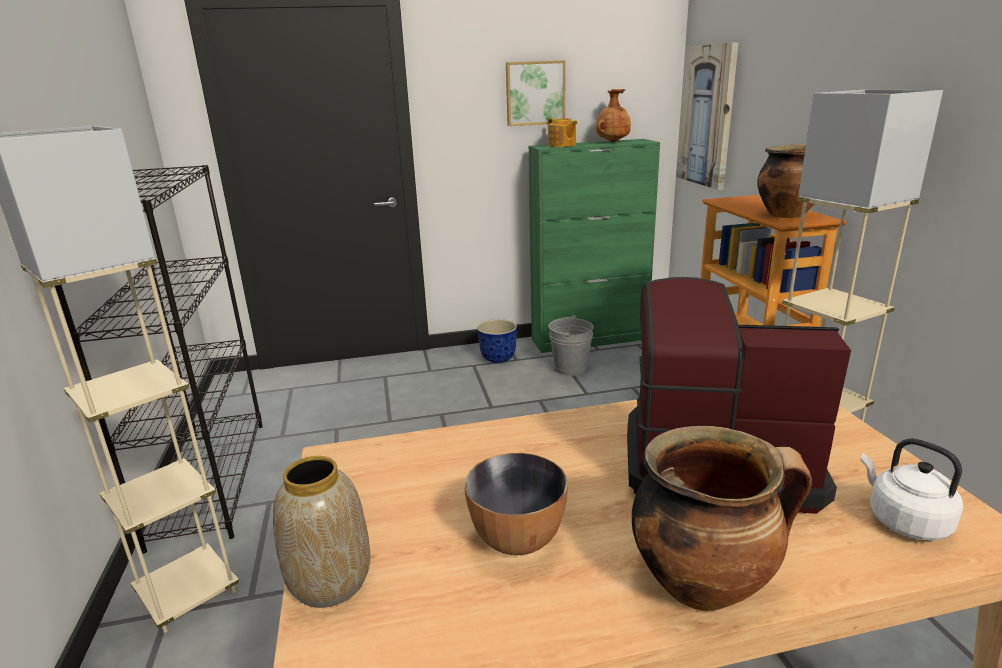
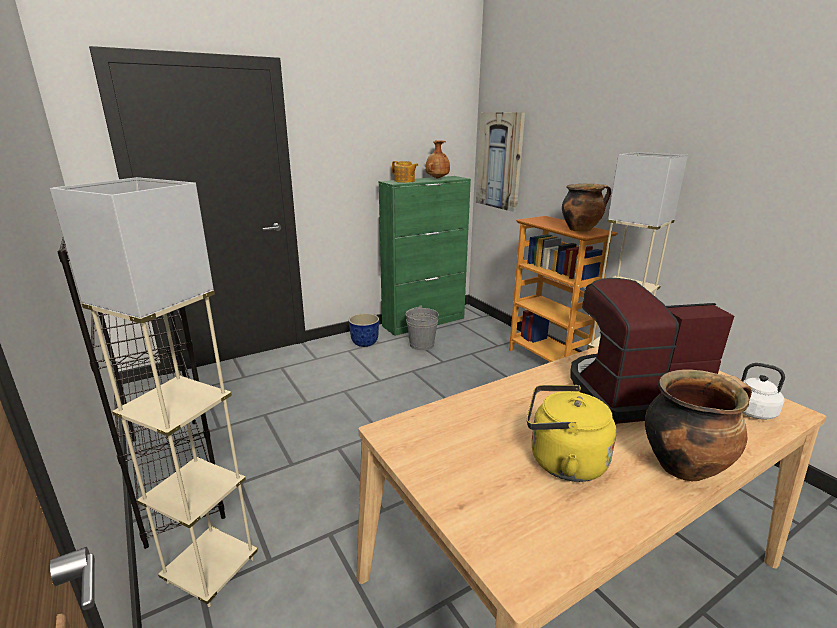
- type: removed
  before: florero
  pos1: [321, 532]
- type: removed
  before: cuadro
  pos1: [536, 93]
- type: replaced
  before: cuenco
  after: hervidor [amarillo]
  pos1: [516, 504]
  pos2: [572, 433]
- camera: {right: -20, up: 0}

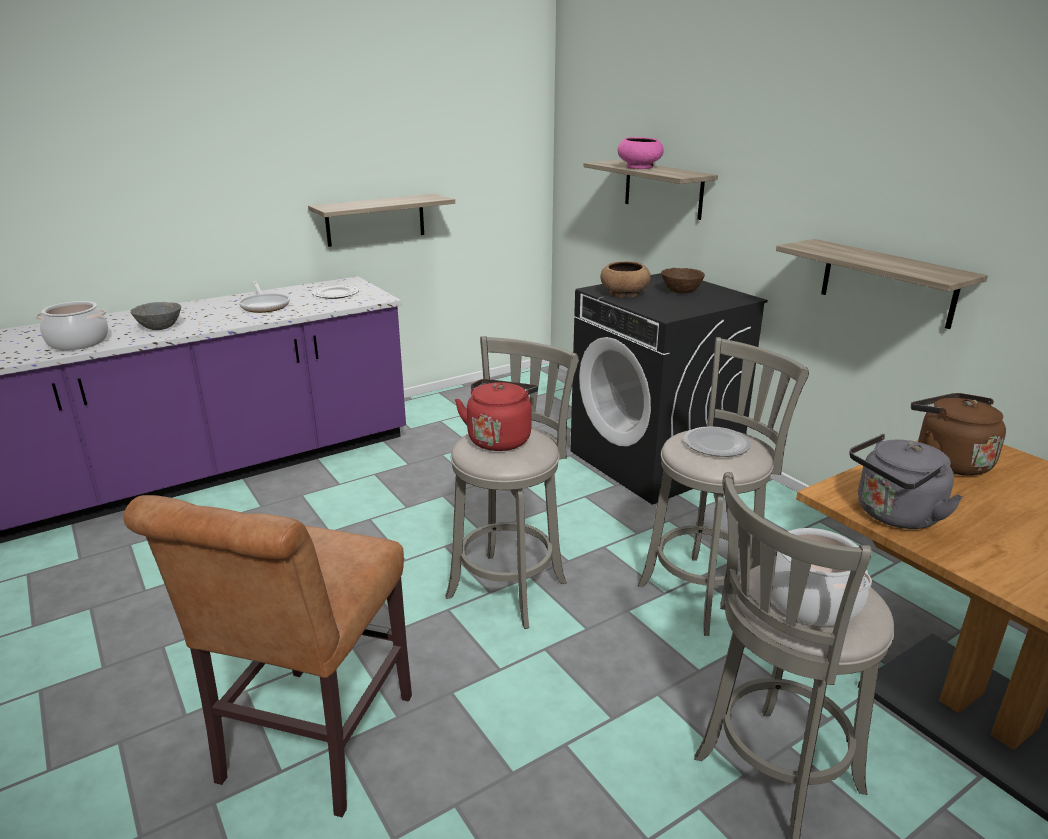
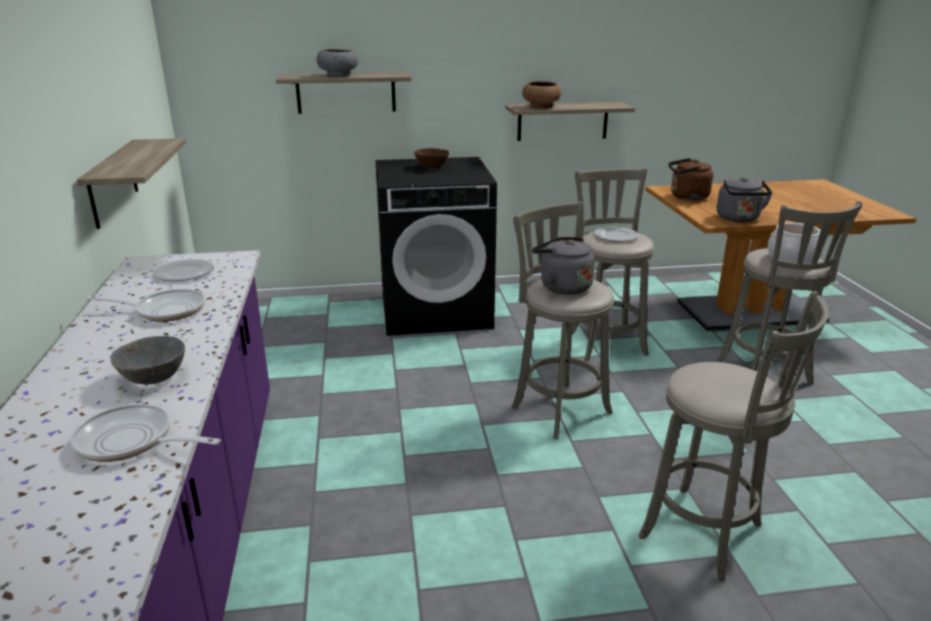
- type: moved
  before: cuenco [marrón]
  pos1: [625, 279]
  pos2: [541, 95]
- type: replaced
  before: olla
  after: sartén
  pos1: [72, 325]
  pos2: [145, 433]
- type: replaced
  before: silla [marrón]
  after: taburete [gris]
  pos1: [268, 656]
  pos2: [733, 435]
- type: recoloured
  before: hervidor [rojo]
  after: hervidor [gris]
  pos1: [496, 415]
  pos2: [563, 266]
- type: recoloured
  before: cuenco [rosa]
  after: cuenco [gris]
  pos1: [641, 153]
  pos2: [337, 63]
- camera: {right: -65, up: 0}

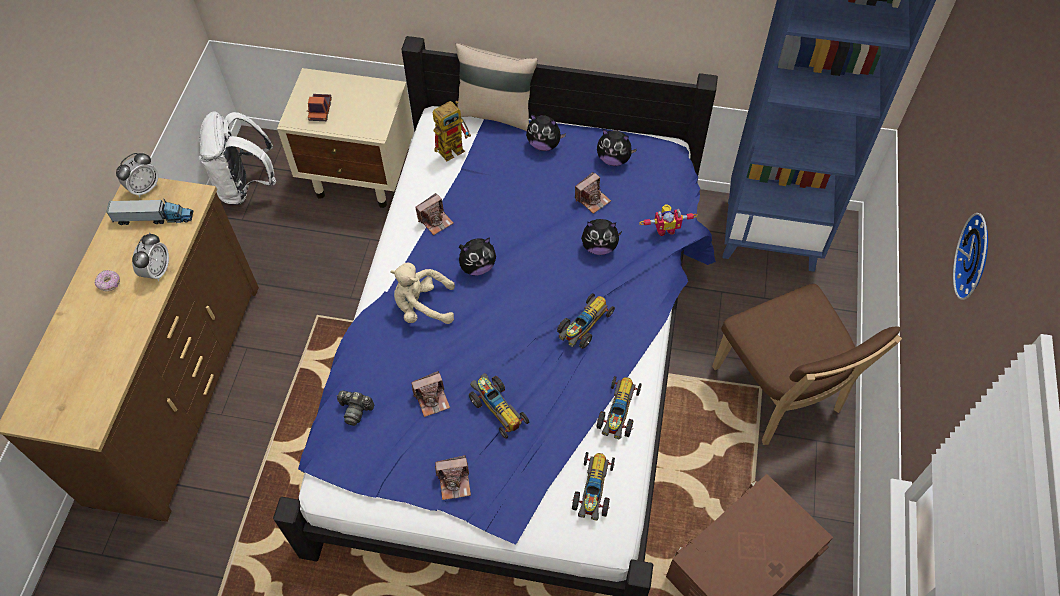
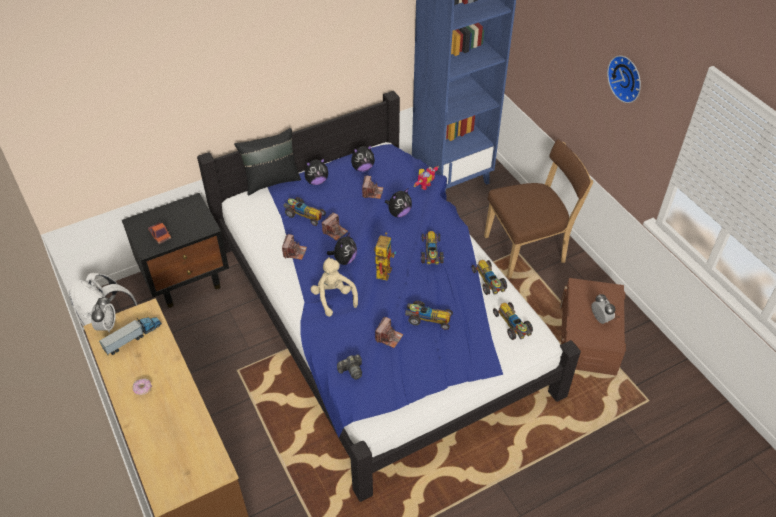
- type: added
  after: coche de juguete
  pos2: [305, 211]
- type: moved
  before: despertador
  pos1: [150, 257]
  pos2: [603, 309]
- type: moved
  before: robot de juguete
  pos1: [452, 131]
  pos2: [385, 256]
- type: moved
  before: cámara
  pos1: [453, 477]
  pos2: [335, 226]
- type: recoloured
  before: mesita de noche [beis]
  after: mesita de noche [negro]
  pos1: [345, 138]
  pos2: [175, 250]
- type: recoloured
  before: cojín [beis]
  after: cojín [negro]
  pos1: [497, 87]
  pos2: [267, 162]
- type: turned
  before: peluche [beis]
  pos1: [422, 293]
  pos2: [334, 287]
  turn: 105
- type: turned
  before: silla [marrón]
  pos1: [807, 364]
  pos2: [538, 208]
  turn: -45
- camera: {right: -40, up: -10}

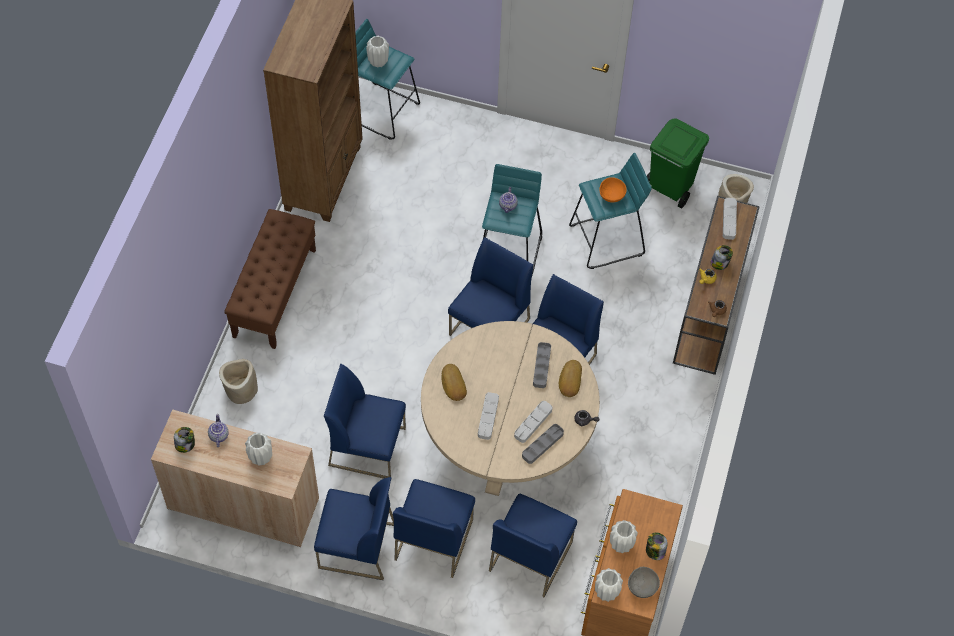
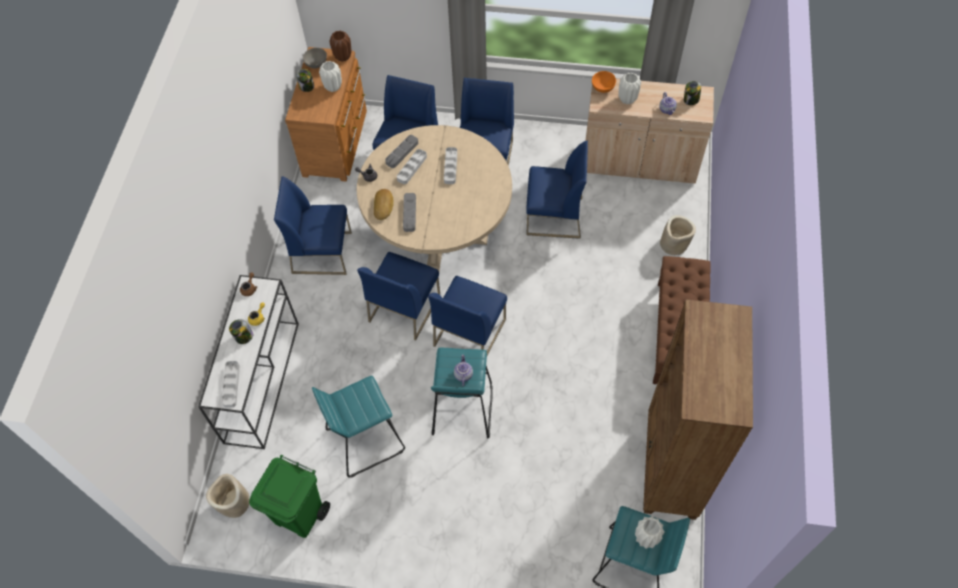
- type: removed
  before: pan
  pos1: [454, 382]
- type: moved
  before: silla [azul]
  pos1: [354, 528]
  pos2: [313, 225]
- type: moved
  before: cuenco [naranja]
  pos1: [613, 190]
  pos2: [604, 82]
- type: recoloured
  before: florero [blanco]
  after: florero [marrón]
  pos1: [609, 585]
  pos2: [340, 46]
- type: recoloured
  before: mesa consola [marrón]
  after: mesa consola [blanco]
  pos1: [716, 285]
  pos2: [248, 362]
- camera: {right: 175, up: 0}

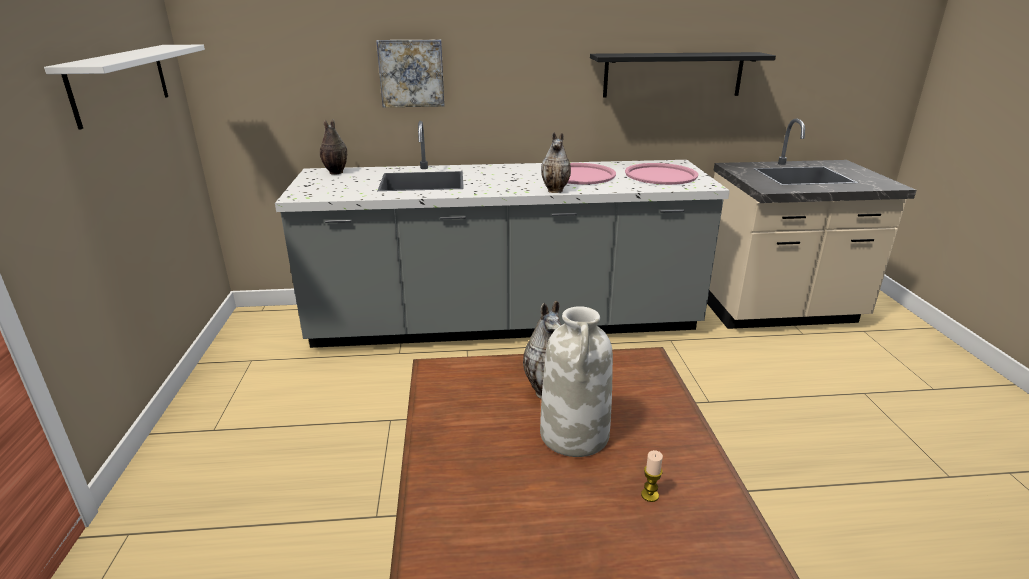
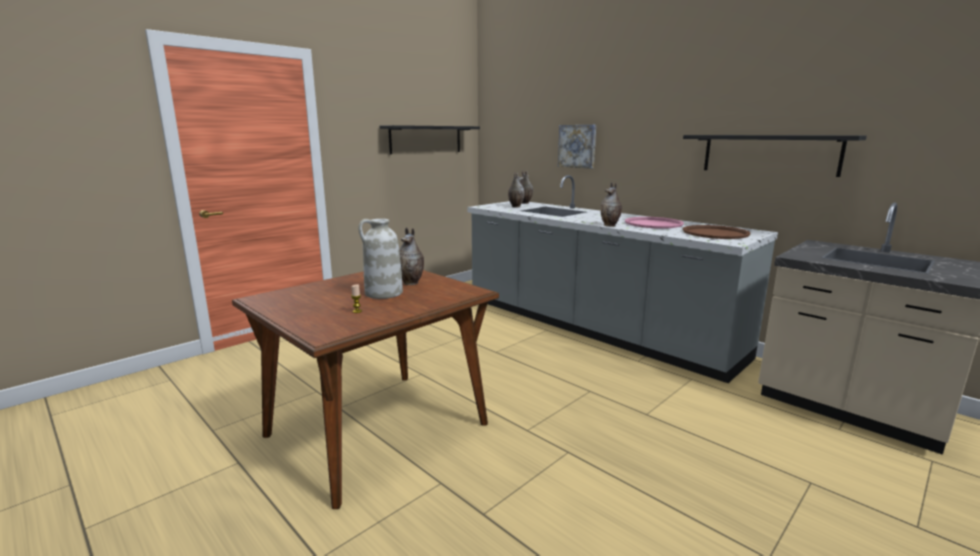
- type: added
  after: florero
  pos2: [516, 190]
- type: recoloured
  before: estante [blanco]
  after: estante [negro]
  pos1: [124, 87]
  pos2: [429, 139]
- type: recoloured
  before: bandeja [rosa]
  after: bandeja [marrón]
  pos1: [661, 174]
  pos2: [716, 232]
- camera: {right: 50, up: -10}

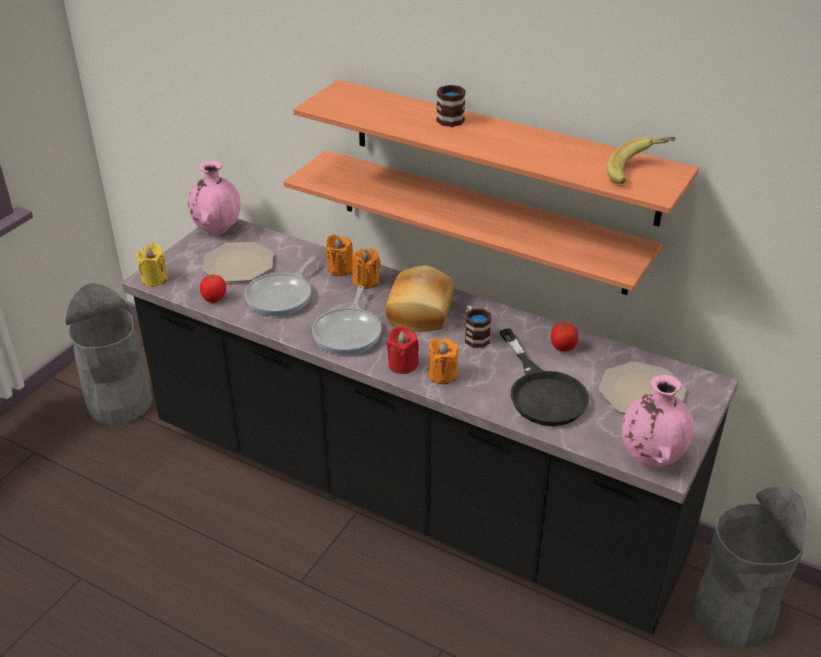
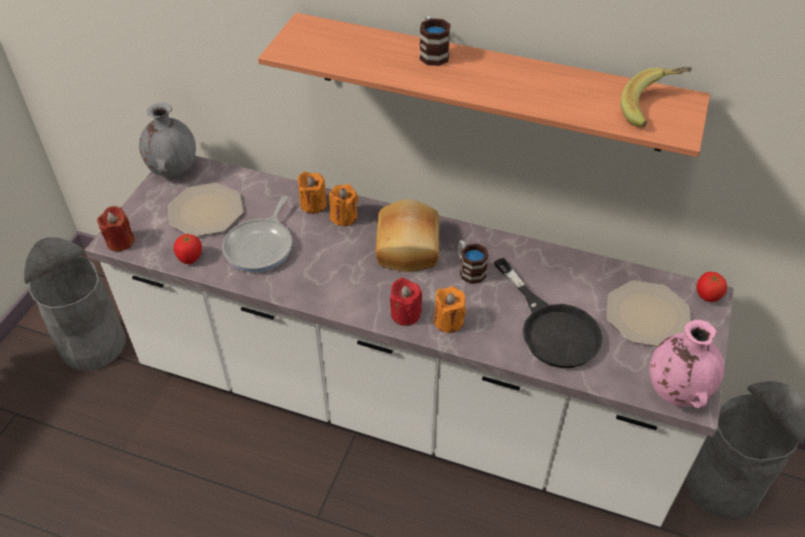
- type: removed
  before: estante
  pos1: [473, 222]
- type: removed
  before: sartén
  pos1: [347, 320]
- type: moved
  before: tomate
  pos1: [564, 337]
  pos2: [711, 287]
- type: recoloured
  before: mueble bajo de cocina [negro]
  after: mueble bajo de cocina [blanco]
  pos1: [430, 426]
  pos2: [409, 341]
- type: recoloured
  before: vela [amarillo]
  after: vela [rojo]
  pos1: [152, 265]
  pos2: [116, 228]
- type: recoloured
  before: florero [rosa]
  after: florero [gris]
  pos1: [214, 198]
  pos2: [167, 141]
- camera: {right: -10, up: 10}

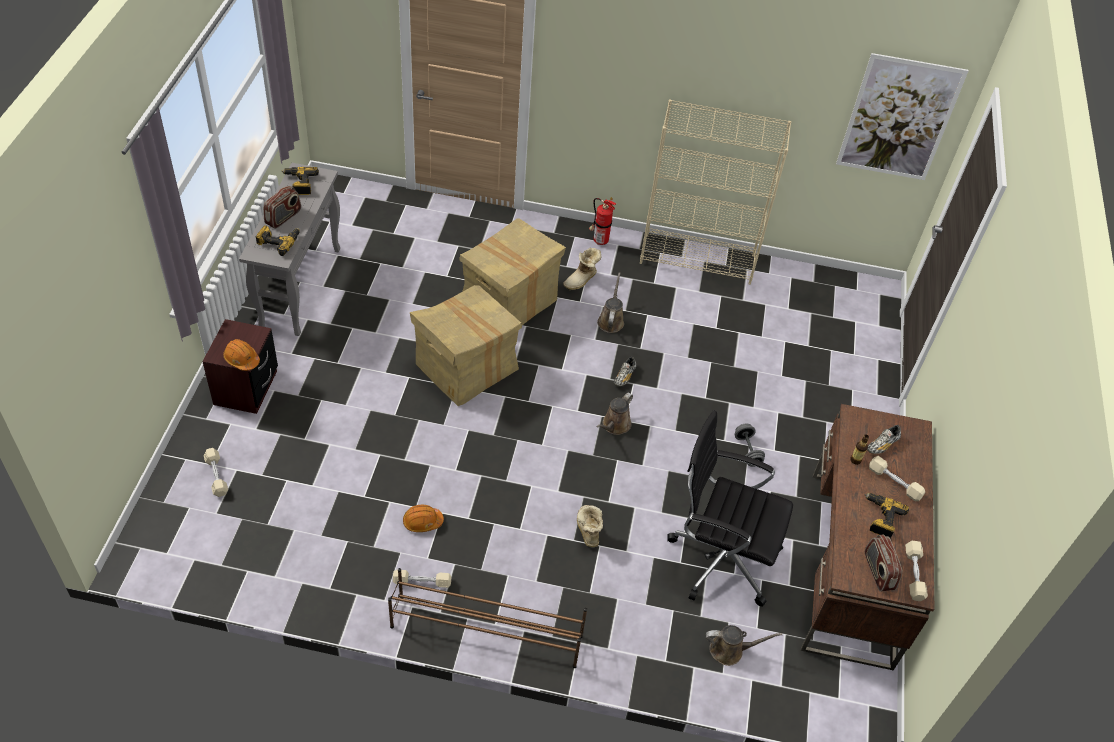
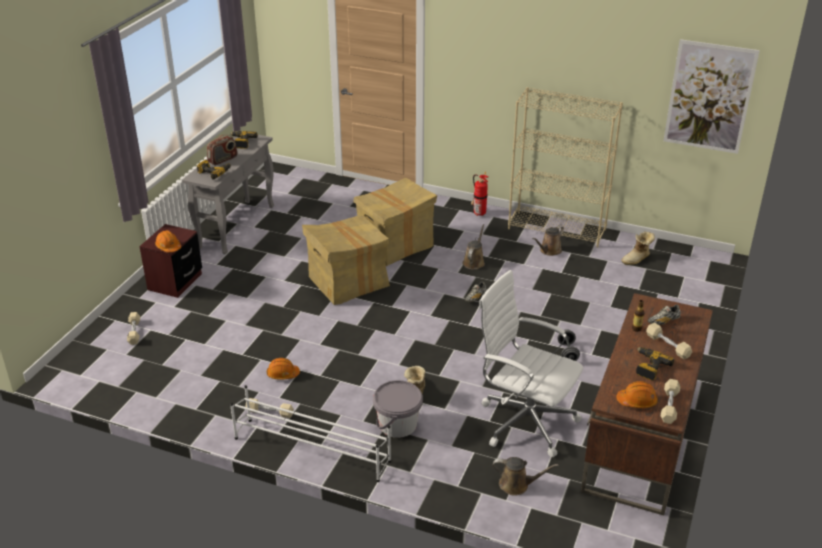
- type: added
  after: cubo [gris]
  pos2: [398, 409]
- type: moved
  before: bota
  pos1: [582, 269]
  pos2: [638, 248]
- type: moved
  before: regadera [marrón]
  pos1: [614, 413]
  pos2: [548, 241]
- type: replaced
  before: radio
  after: casco [naranja]
  pos1: [884, 563]
  pos2: [637, 394]
- type: recoloured
  before: zapatero [marrón]
  after: zapatero [blanco]
  pos1: [487, 618]
  pos2: [310, 433]
- type: recoloured
  before: silla de oficina [negro]
  after: silla de oficina [blanco]
  pos1: [730, 508]
  pos2: [530, 363]
- camera: {right: 15, up: -15}

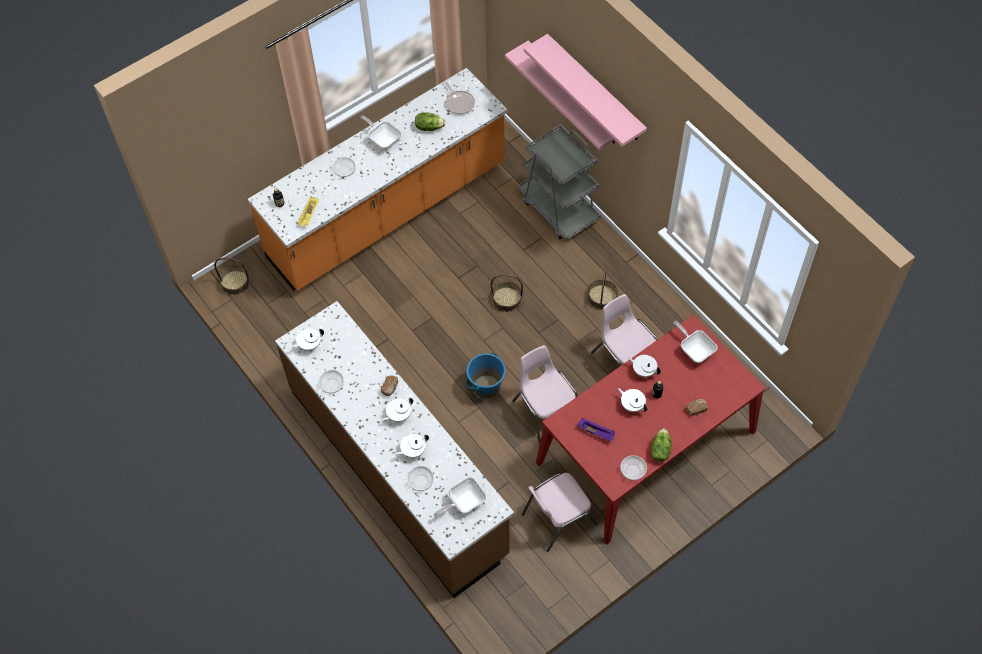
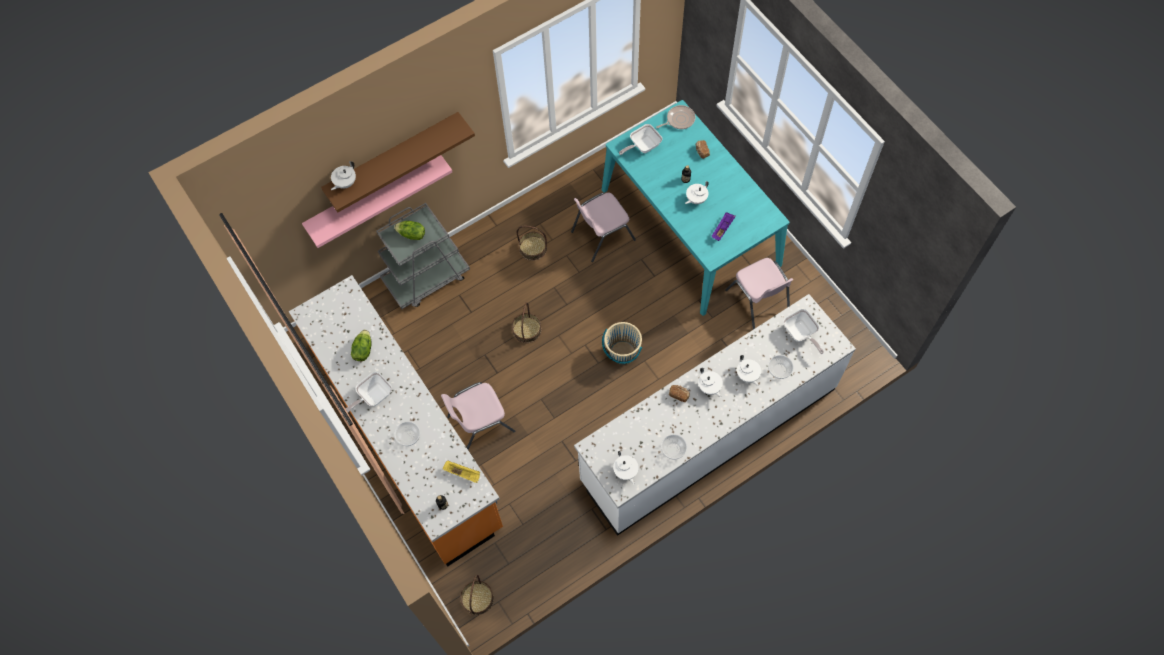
- type: removed
  before: cuenco
  pos1: [634, 467]
- type: moved
  before: sartén
  pos1: [460, 98]
  pos2: [675, 117]
- type: moved
  before: silla [rosa]
  pos1: [544, 394]
  pos2: [478, 416]
- type: moved
  before: tetera [blanco]
  pos1: [644, 366]
  pos2: [343, 175]
- type: moved
  before: lechuga
  pos1: [661, 445]
  pos2: [409, 230]
- type: recoloured
  before: mueble bajo de cocina [marrón]
  after: mueble bajo de cocina [blanco]
  pos1: [394, 449]
  pos2: [715, 415]
- type: recoloured
  before: cubo [azul]
  after: cubo [beis]
  pos1: [486, 376]
  pos2: [622, 343]
- type: recoloured
  before: estante [rosa]
  after: estante [marrón]
  pos1: [585, 90]
  pos2: [398, 162]
- type: recoloured
  before: mesa de comedor [rojo]
  after: mesa de comedor [turquesa]
  pos1: [650, 429]
  pos2: [696, 208]
- camera: {right: -85, up: 5}

